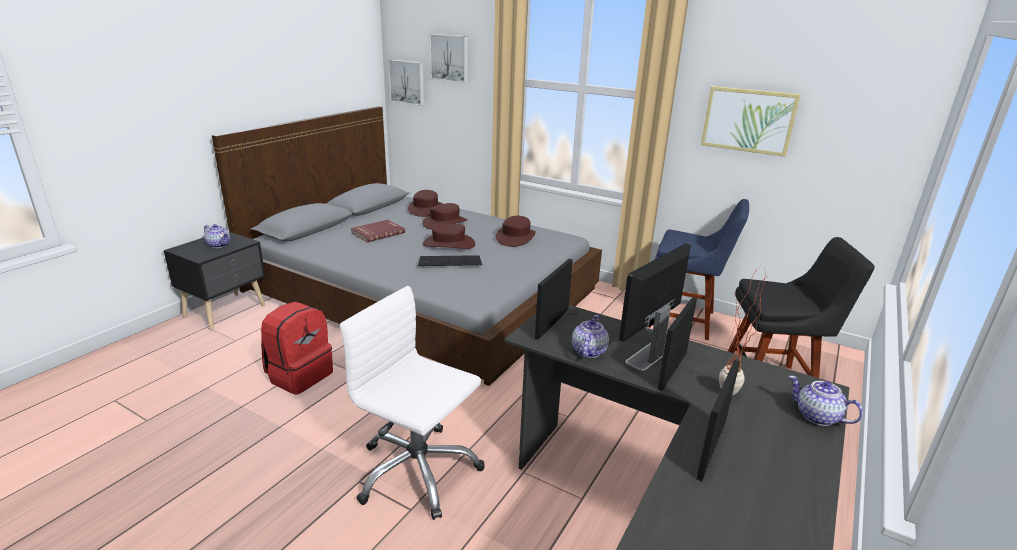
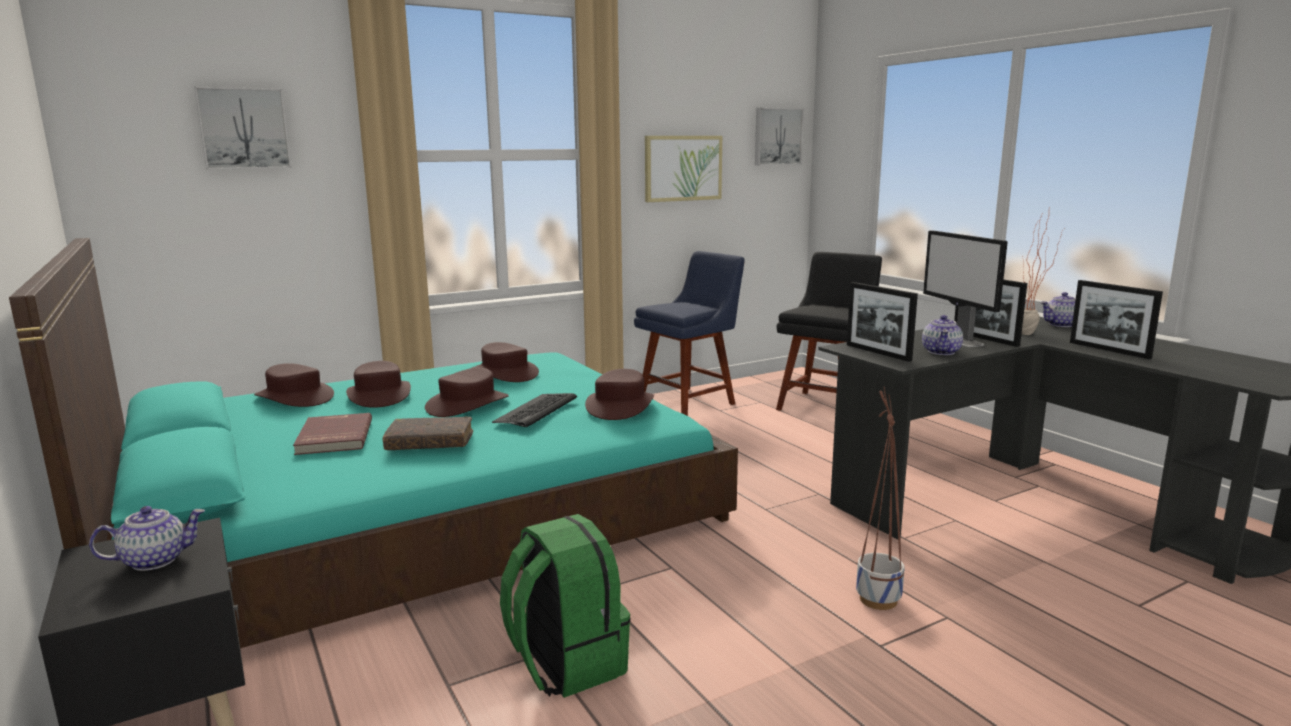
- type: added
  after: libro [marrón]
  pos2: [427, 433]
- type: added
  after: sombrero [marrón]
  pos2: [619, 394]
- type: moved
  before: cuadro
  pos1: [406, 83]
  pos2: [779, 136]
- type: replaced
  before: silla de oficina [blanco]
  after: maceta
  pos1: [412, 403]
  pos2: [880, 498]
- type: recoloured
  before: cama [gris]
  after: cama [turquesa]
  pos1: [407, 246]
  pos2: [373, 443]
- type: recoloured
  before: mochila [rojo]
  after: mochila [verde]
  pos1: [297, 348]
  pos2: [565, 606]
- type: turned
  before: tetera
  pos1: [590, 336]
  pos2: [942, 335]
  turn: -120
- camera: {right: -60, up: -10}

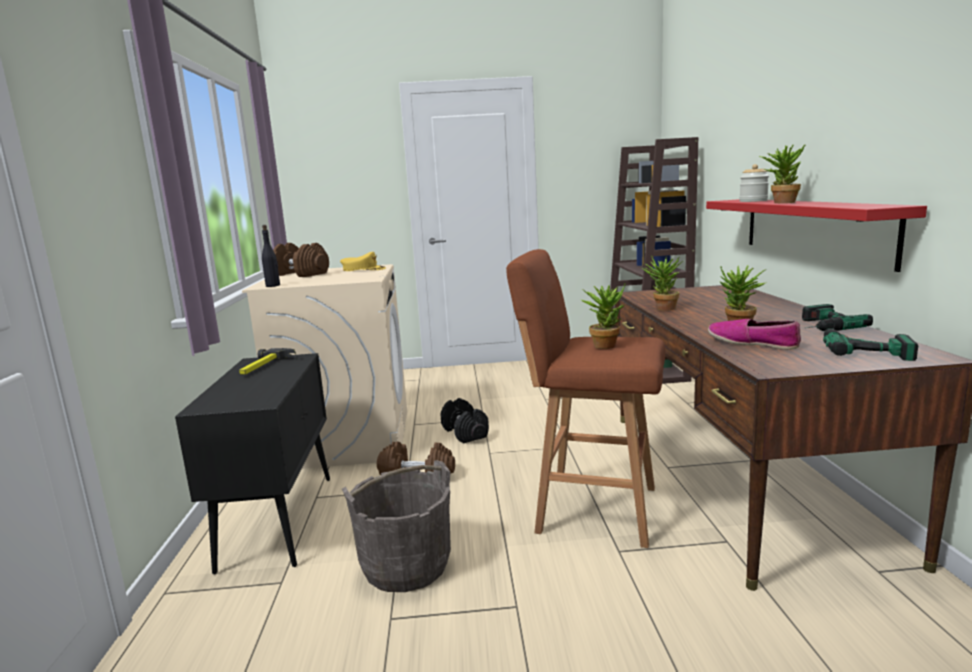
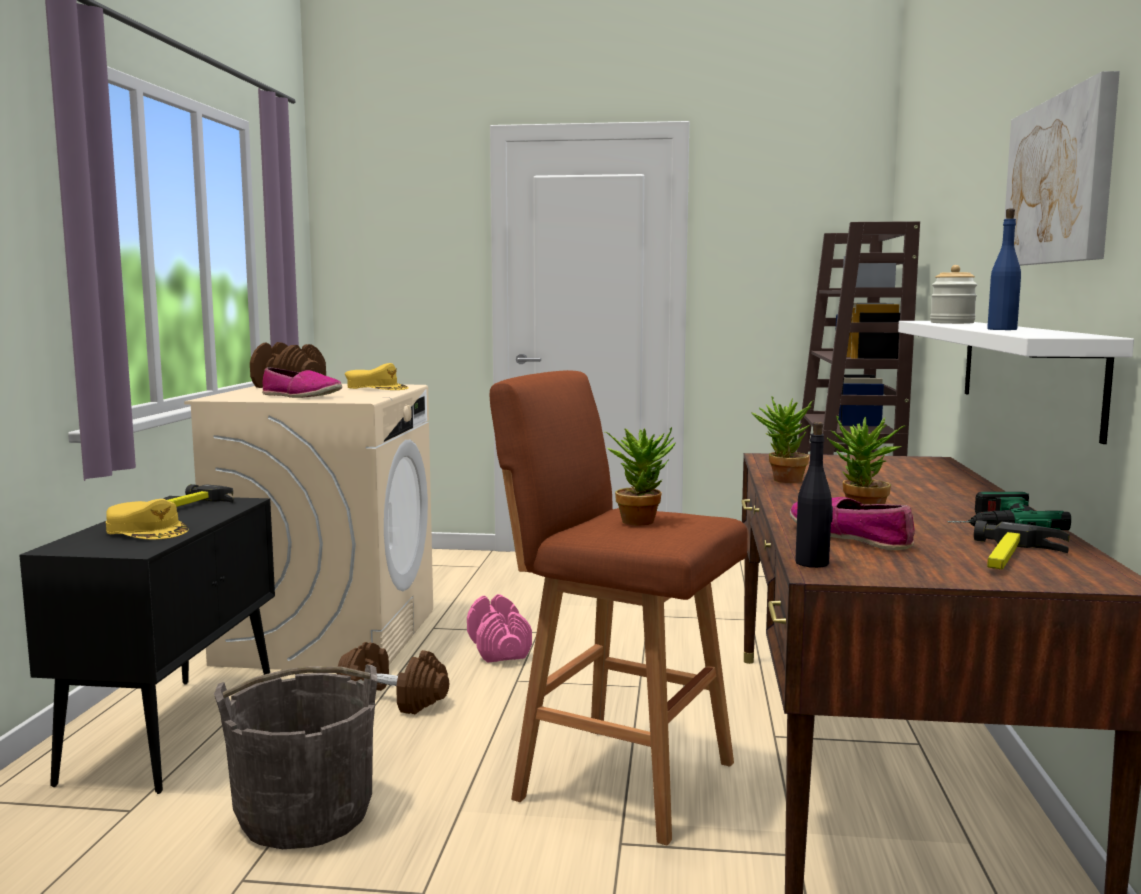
- type: removed
  before: planta en maceta
  pos1: [782, 173]
- type: added
  after: gorra [amarillo]
  pos2: [147, 519]
- type: added
  after: zapato
  pos2: [302, 382]
- type: added
  after: botella [azul]
  pos2: [1004, 269]
- type: added
  after: cuadro
  pos2: [1062, 168]
- type: moved
  before: botella [negro]
  pos1: [271, 256]
  pos2: [814, 495]
- type: replaced
  before: taladro
  after: martillo
  pos1: [871, 344]
  pos2: [1021, 544]
- type: recoloured
  before: mancuerna [negro]
  after: mancuerna [rosa]
  pos1: [464, 421]
  pos2: [499, 628]
- type: recoloured
  before: estante [rojo]
  after: estante [blanco]
  pos1: [816, 235]
  pos2: [1016, 382]
- camera: {right: 10, up: -5}

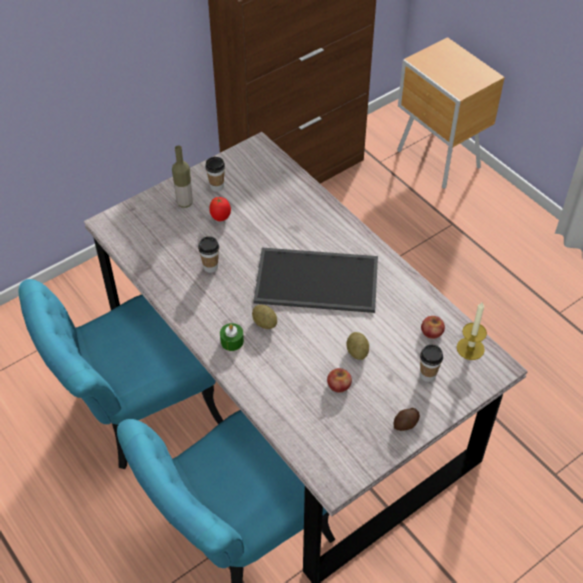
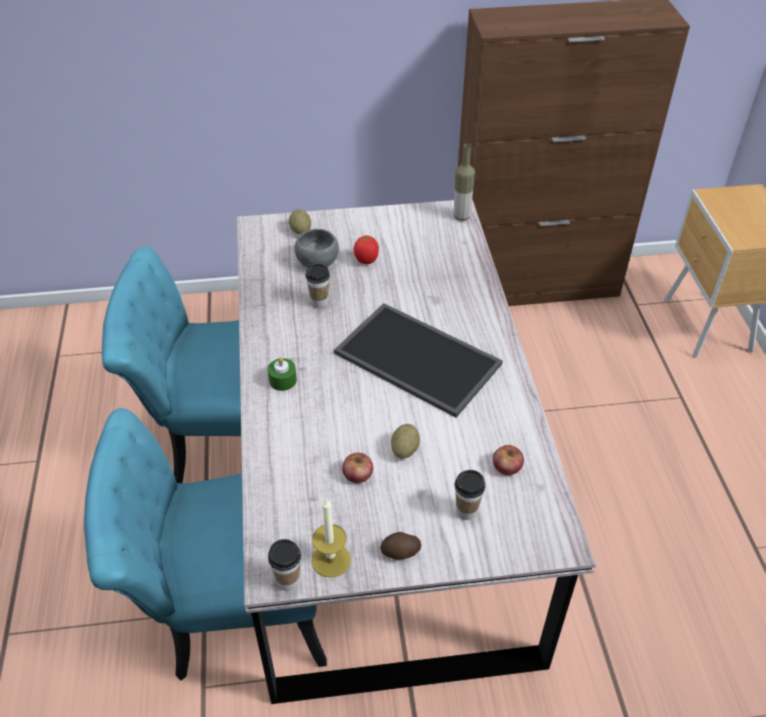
- type: added
  after: cuenco [gris]
  pos2: [317, 248]
- type: moved
  before: botella
  pos1: [182, 176]
  pos2: [464, 182]
- type: moved
  before: taza
  pos1: [215, 174]
  pos2: [284, 565]
- type: moved
  before: patata
  pos1: [264, 317]
  pos2: [300, 221]
- type: moved
  before: vela
  pos1: [472, 331]
  pos2: [331, 538]
- camera: {right: 30, up: -5}

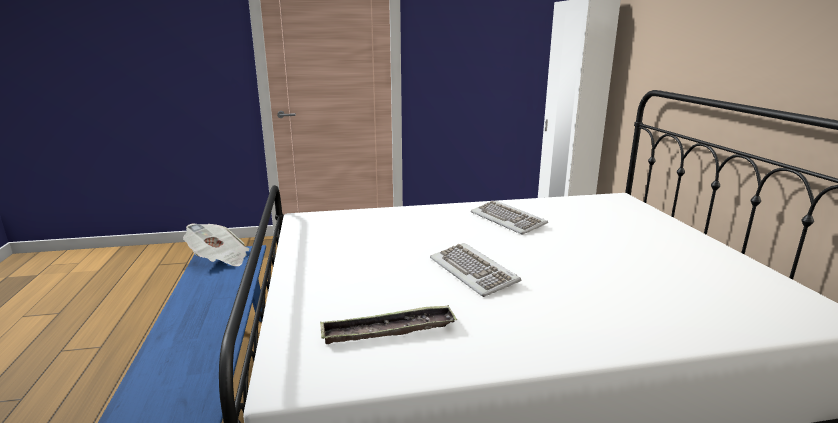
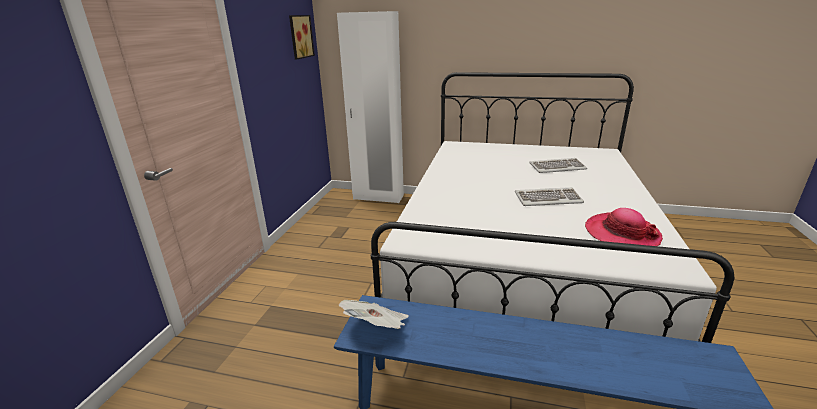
- type: added
  after: cuadro
  pos2: [302, 37]
- type: moved
  before: teclado
  pos1: [509, 217]
  pos2: [558, 165]
- type: replaced
  before: bandeja
  after: sombrero
  pos1: [388, 324]
  pos2: [624, 227]
- camera: {right: -65, up: 5}

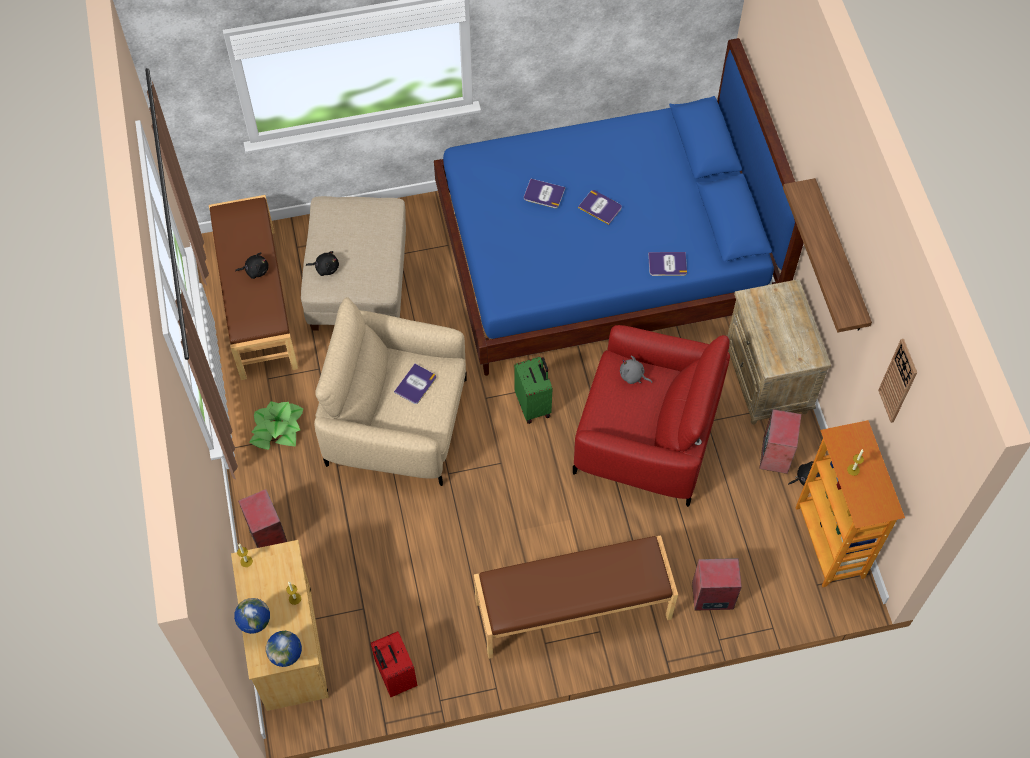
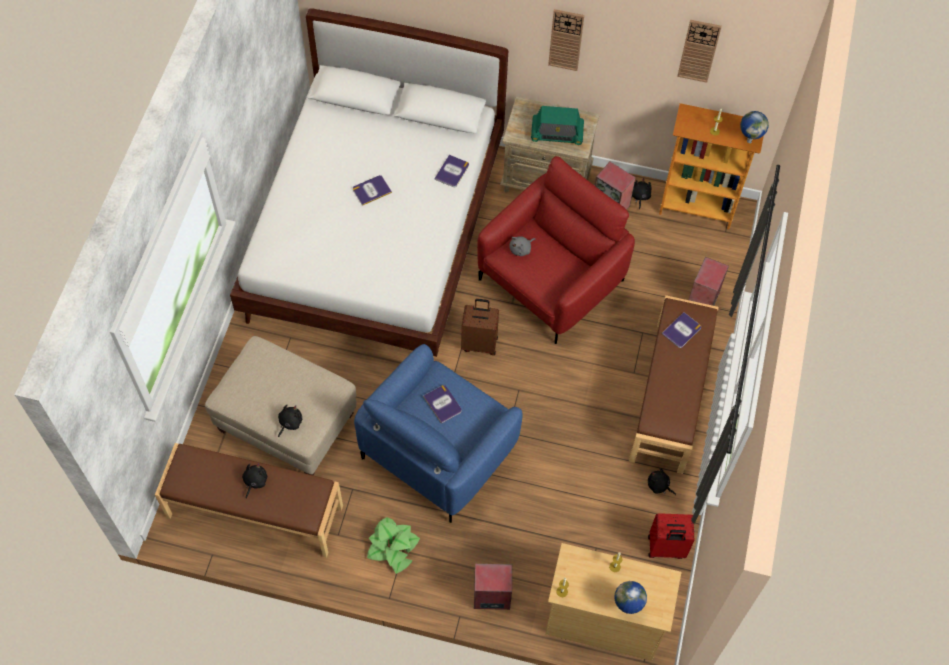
- type: added
  after: radio
  pos2: [557, 125]
- type: added
  after: peluche [negro]
  pos2: [662, 481]
- type: moved
  before: globo terráqueo
  pos1: [284, 649]
  pos2: [754, 127]
- type: moved
  before: libro
  pos1: [544, 193]
  pos2: [681, 330]
- type: replaced
  before: estante
  after: reloj de pared
  pos1: [827, 255]
  pos2: [566, 40]
- type: recoloured
  before: sillón [beis]
  after: sillón [azul]
  pos1: [390, 391]
  pos2: [438, 433]
- type: recoloured
  before: cama [azul]
  after: cama [blanco]
  pos1: [619, 207]
  pos2: [369, 182]
- type: recoloured
  before: maleta [verde]
  after: maleta [marrón]
  pos1: [533, 390]
  pos2: [480, 327]
- camera: {right: -65, up: 0}

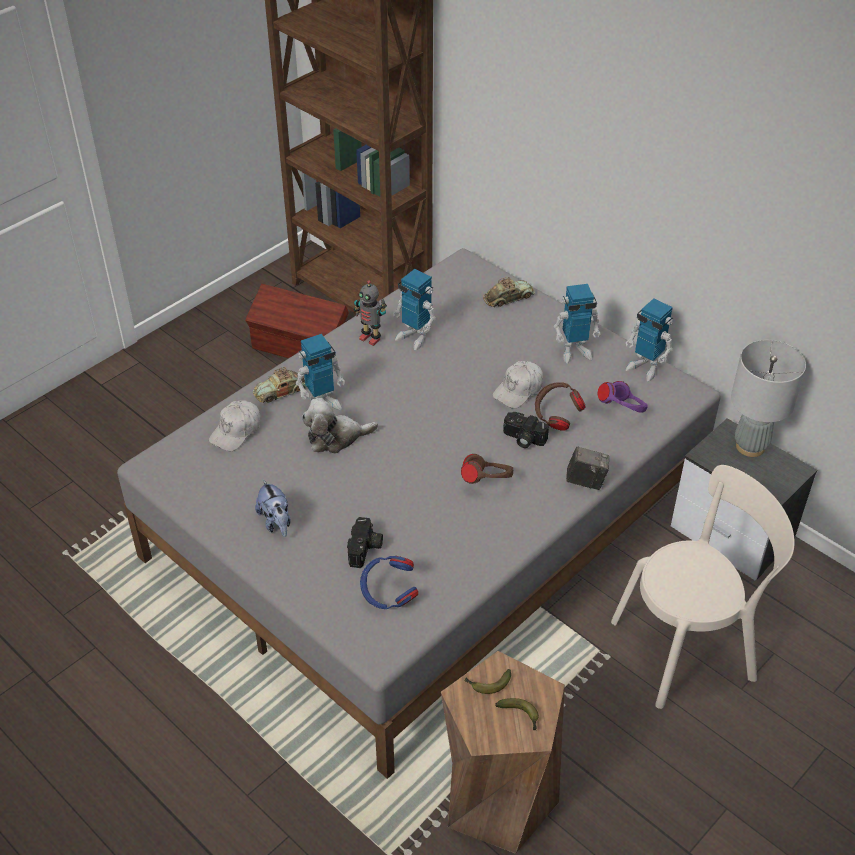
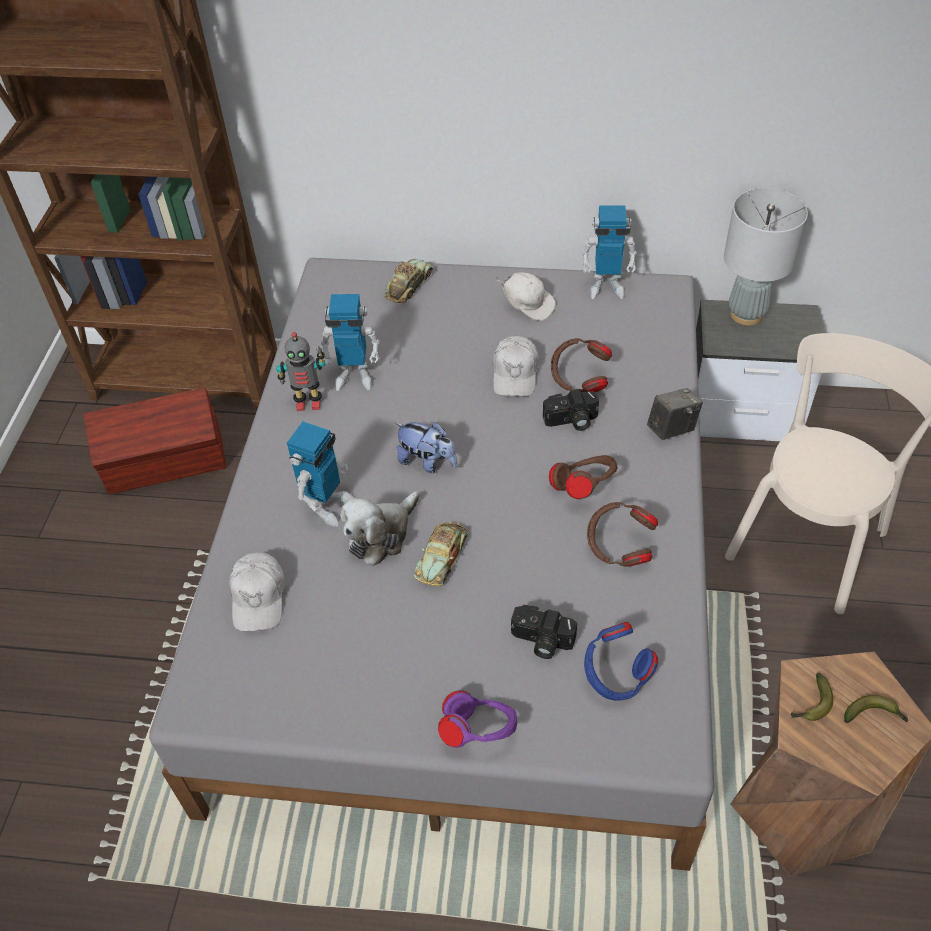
- type: added
  after: auriculares [marrón]
  pos2: [622, 534]
- type: moved
  before: coche de juguete
  pos1: [280, 385]
  pos2: [441, 554]
- type: moved
  before: peluche
  pos1: [273, 508]
  pos2: [426, 447]
- type: moved
  before: auriculares [morado]
  pos1: [623, 397]
  pos2: [477, 719]
- type: replaced
  before: robot de juguete
  after: gorra [blanco]
  pos1: [577, 324]
  pos2: [525, 296]
- type: turned
  before: cámara
  pos1: [365, 542]
  pos2: [544, 632]
  turn: 135
- camera: {right: -35, up: 5}

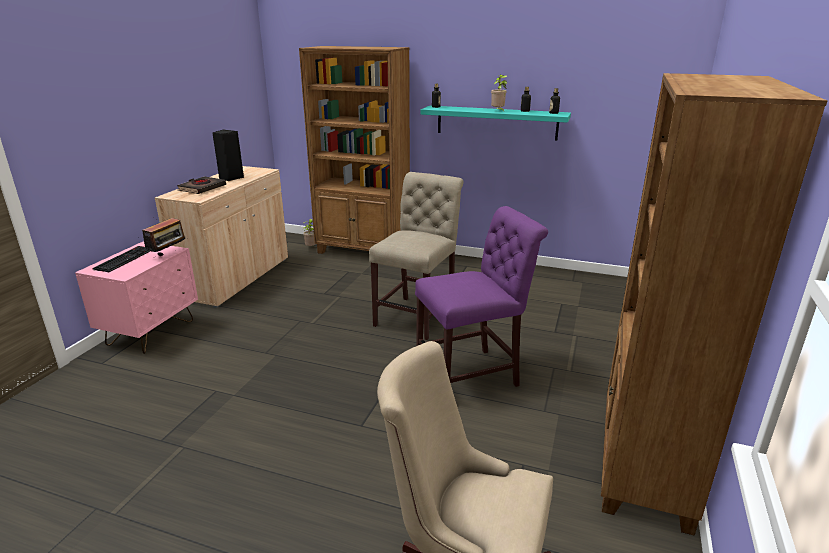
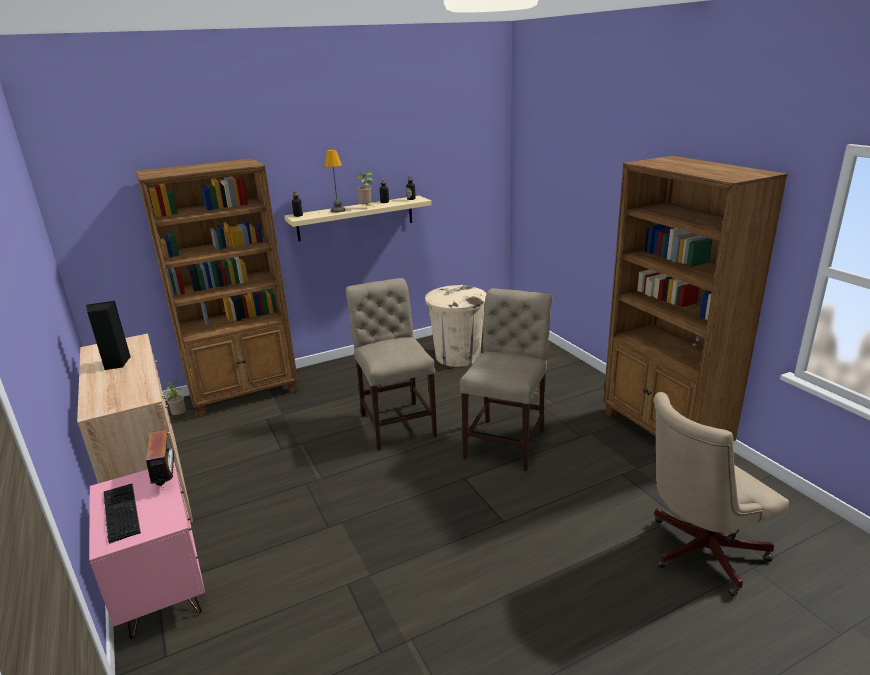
- type: removed
  before: libro [negro]
  pos1: [201, 185]
- type: added
  after: lámpara de mesa
  pos2: [334, 181]
- type: added
  after: papelera [beis]
  pos2: [456, 326]
- type: recoloured
  before: silla [morado]
  after: silla [beis]
  pos1: [481, 296]
  pos2: [506, 380]
- type: recoloured
  before: estante [turquesa]
  after: estante [beis]
  pos1: [496, 123]
  pos2: [358, 218]
- camera: {right: -45, up: 0}

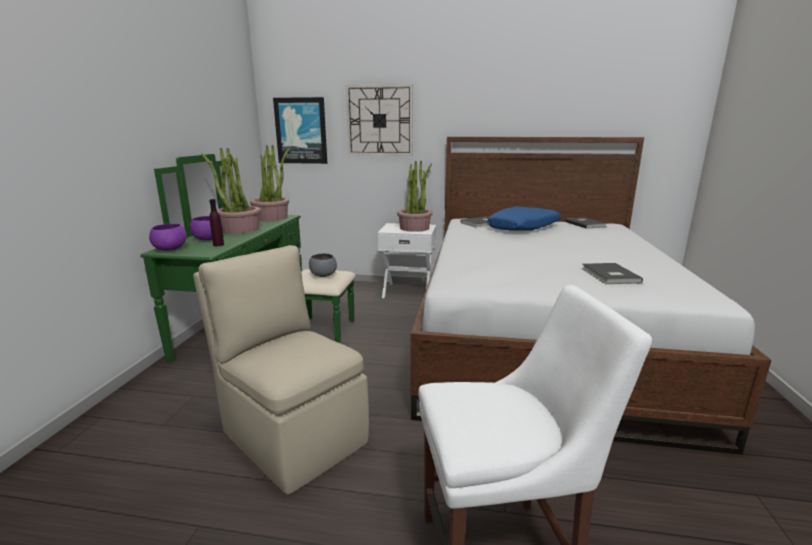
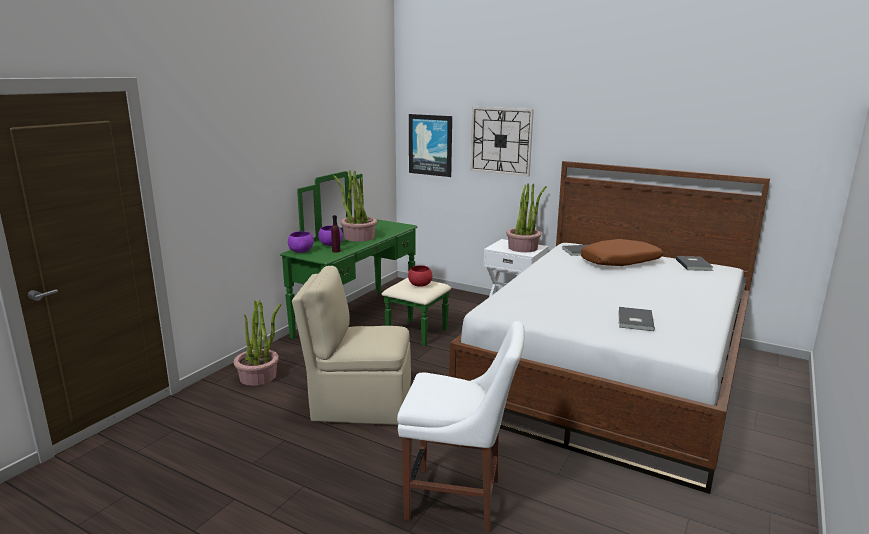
- type: moved
  before: planta en maceta
  pos1: [269, 183]
  pos2: [257, 343]
- type: recoloured
  before: cuenco [gris]
  after: cuenco [rojo]
  pos1: [323, 265]
  pos2: [420, 276]
- type: recoloured
  before: cojín [azul]
  after: cojín [marrón]
  pos1: [524, 218]
  pos2: [621, 252]
- type: turned
  before: silla [beis]
  pos1: [281, 370]
  pos2: [351, 345]
  turn: -60
- camera: {right: 20, up: 0}

